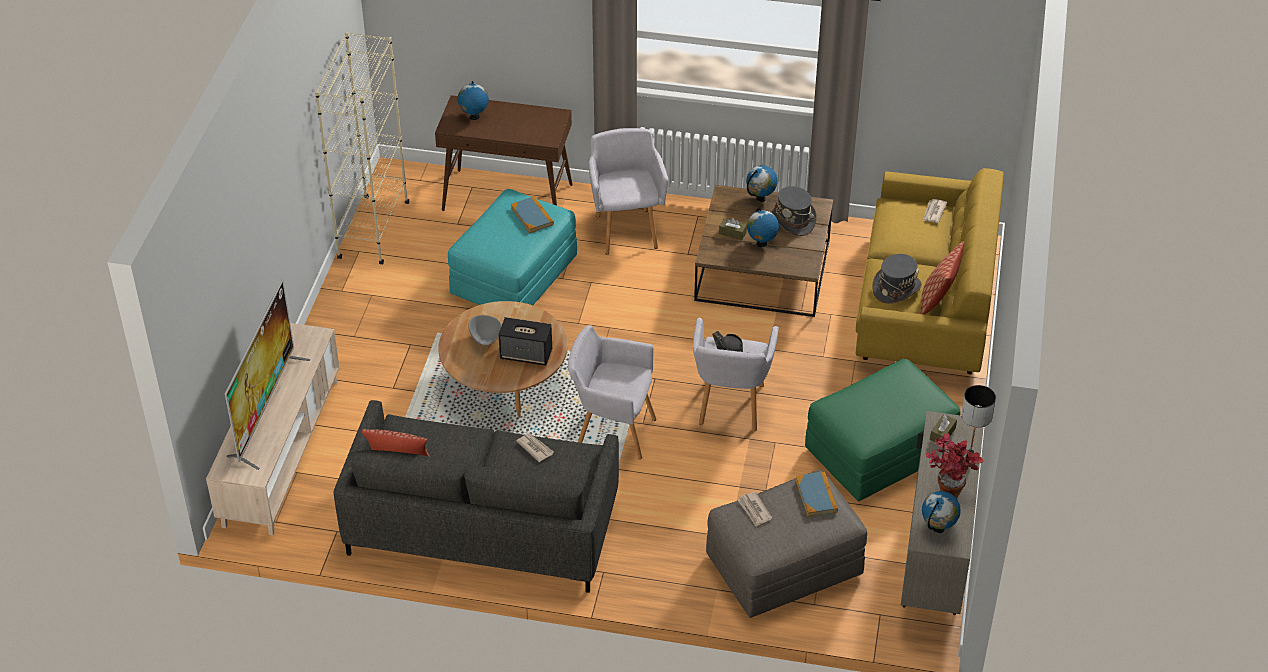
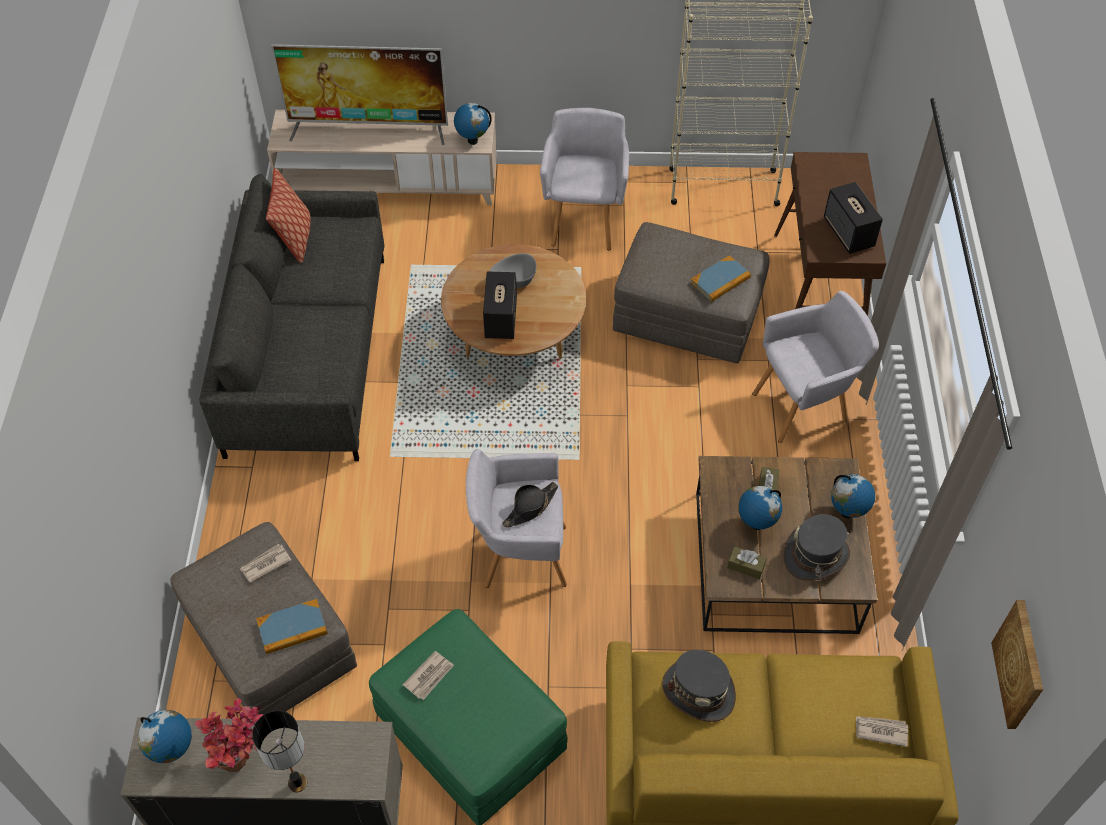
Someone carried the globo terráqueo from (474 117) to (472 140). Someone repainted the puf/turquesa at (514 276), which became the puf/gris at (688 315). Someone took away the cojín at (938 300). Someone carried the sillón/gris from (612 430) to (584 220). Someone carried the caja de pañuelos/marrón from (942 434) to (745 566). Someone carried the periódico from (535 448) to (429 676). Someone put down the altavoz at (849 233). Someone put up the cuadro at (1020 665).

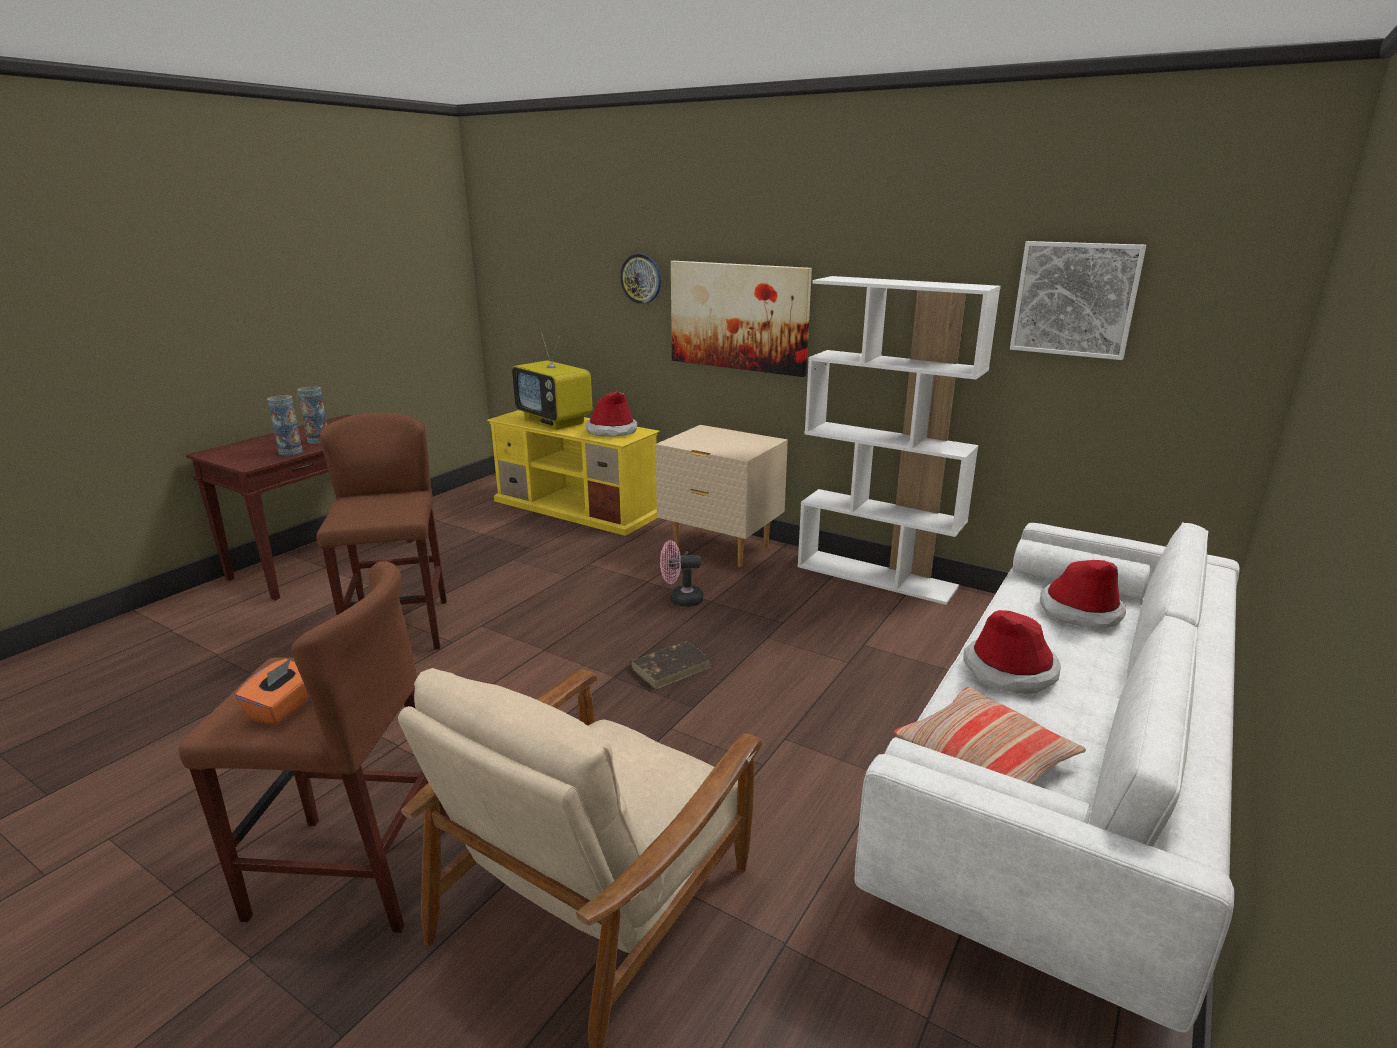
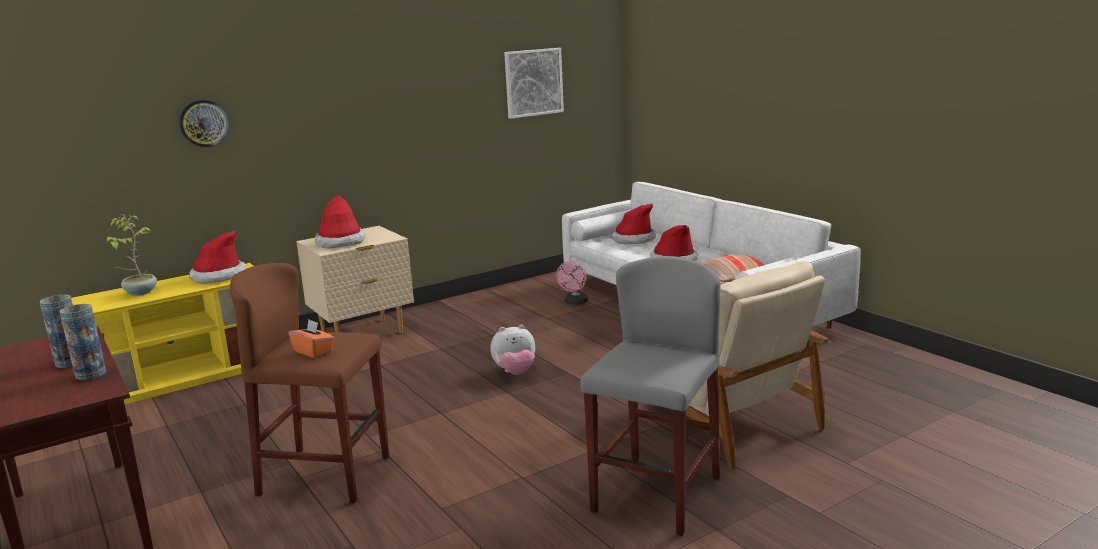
Someone took away the cuadro at (738 317). Someone took away the estantería/blanco at (877 576). Someone swapped the televisor at (555 421) for the planta en maceta at (140 292). Someone carried the ventilador/rosa from (680 600) to (575 303). Someone repainted the taburete/marrón at (352 871), which became the taburete/gris at (656 494). Someone swapped the libro/marrón at (671 667) for the peluche at (515 373). Someone carried the caja de pañuelos/naranja from (284 708) to (313 352). Someone put down the sombrero at (340 242).

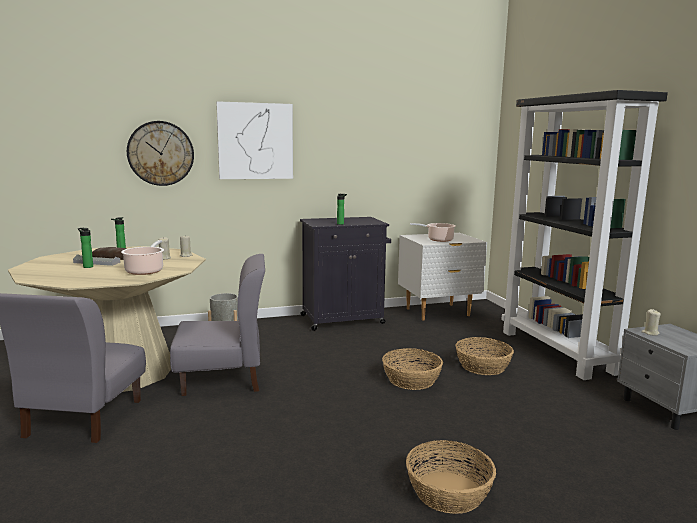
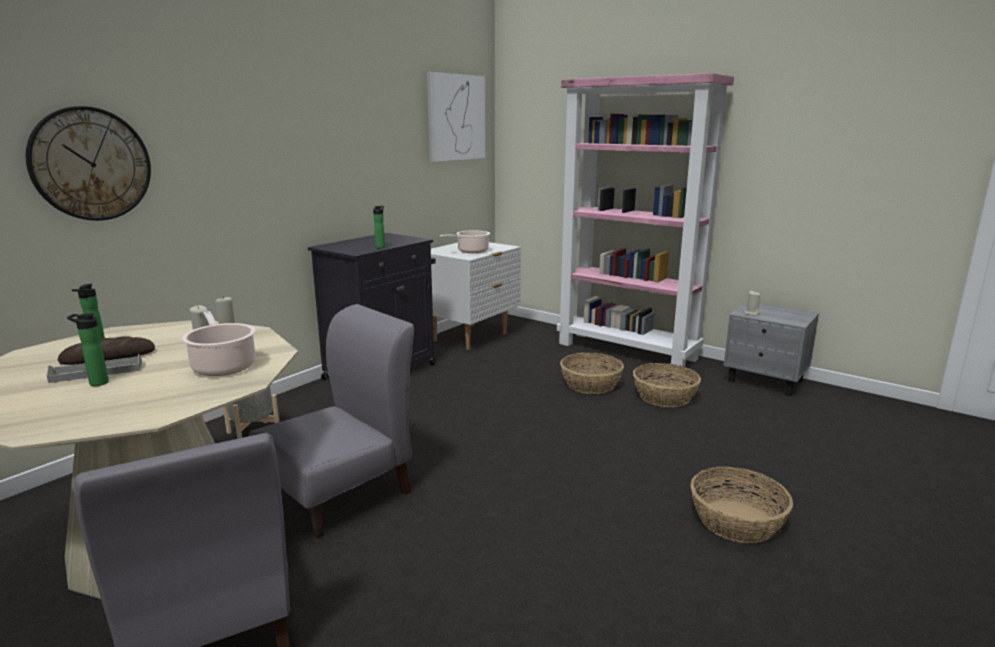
Someone repainted the estantería/negro at (558 352), which became the estantería/rosa at (628 351). Someone carried the cuadro from (255 141) to (456 117). Someone carried the cesta from (411 380) to (664 397).

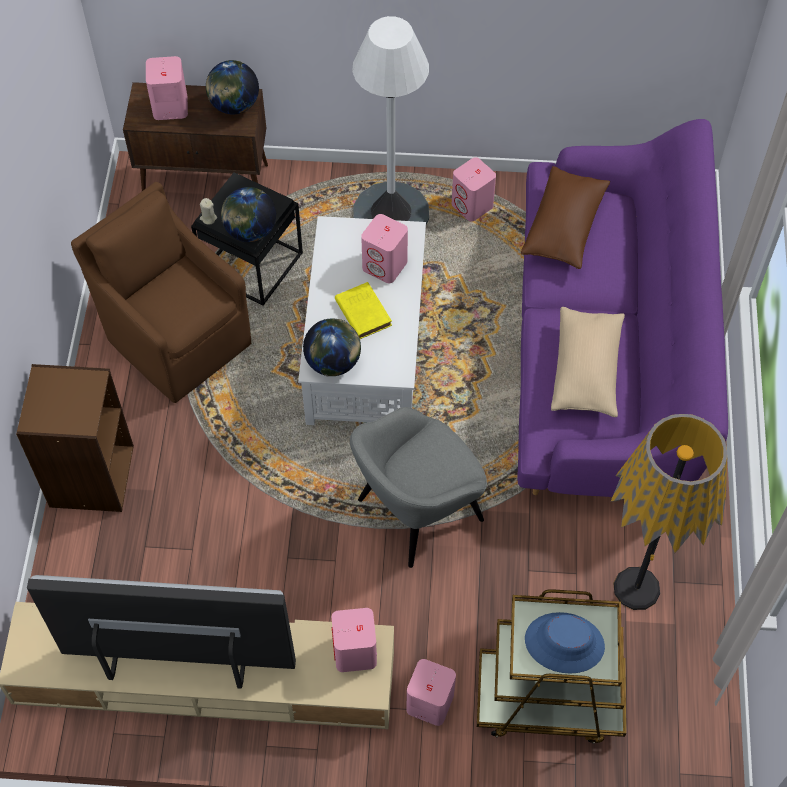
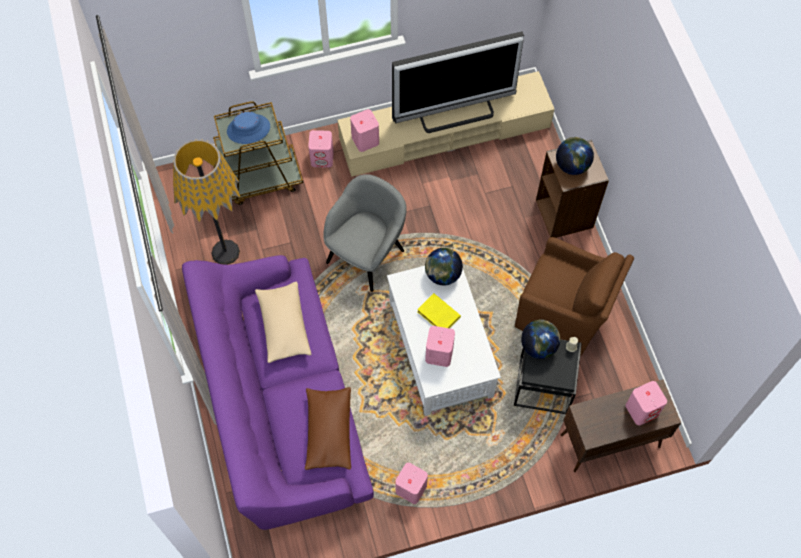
Someone took away the lámpara de pie/blanco at (391 213). Someone carried the globo terráqueo from (234 105) to (572 166).

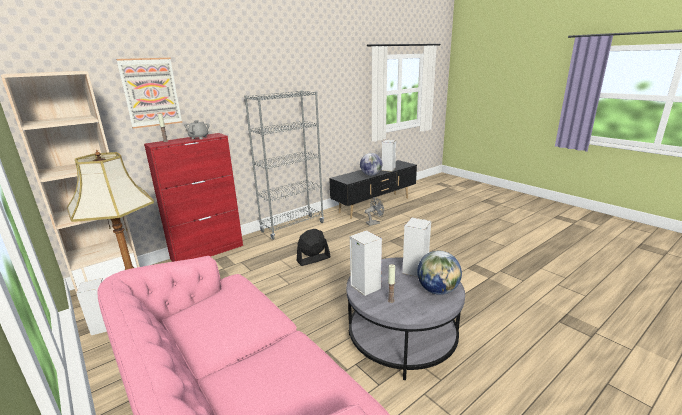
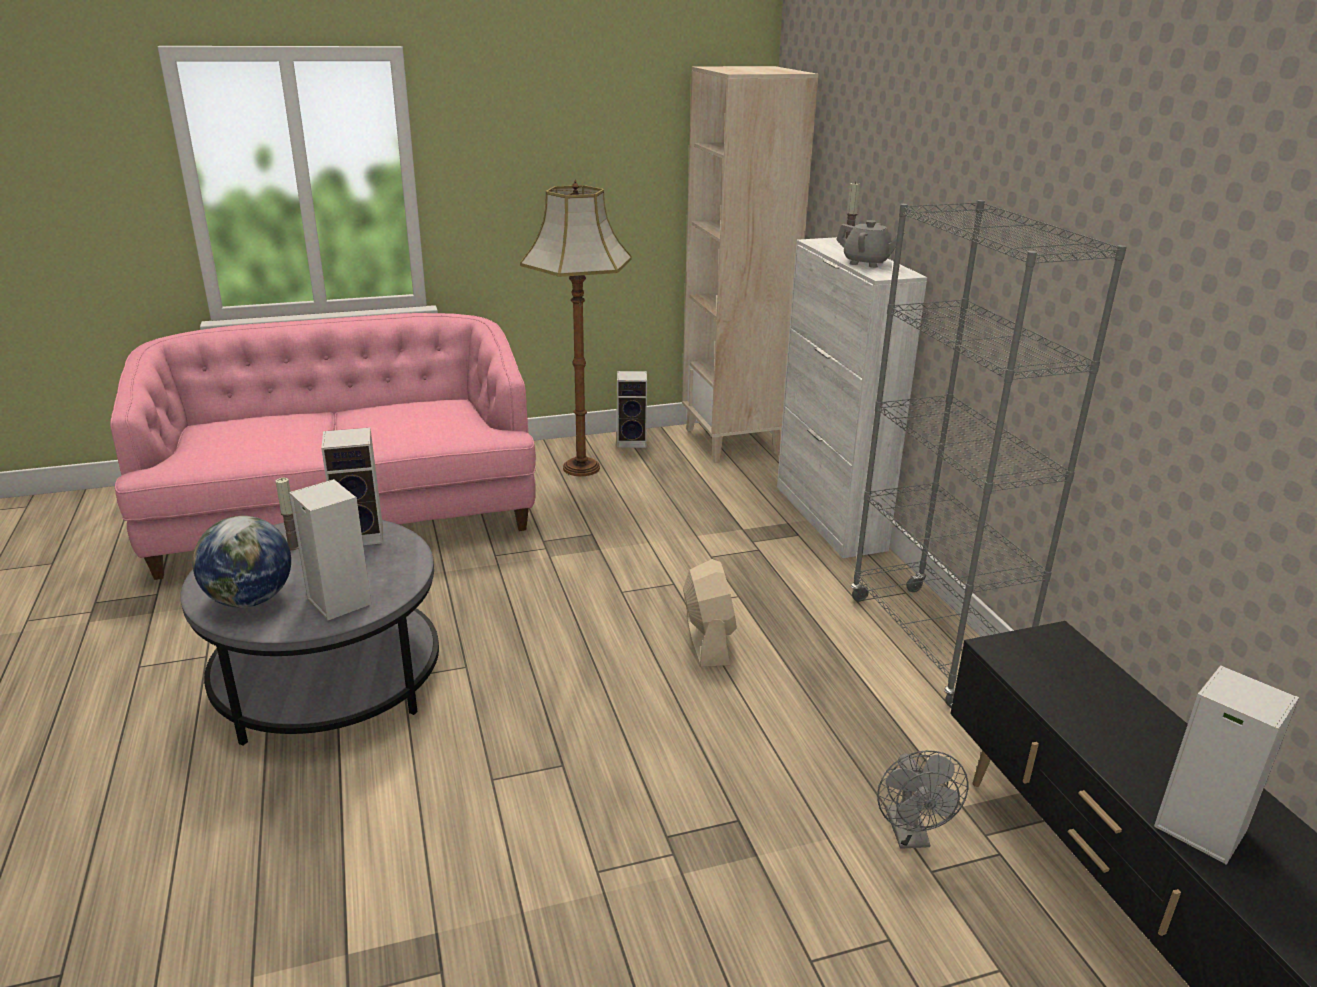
Someone took away the cuadro at (151 92). Someone repainted the armario/rojo at (208 252), which became the armario/blanco at (829 518). Someone took away the globo terráqueo at (371 175). Someone repainted the ventilador/negro at (313 259), which became the ventilador/beis at (707 641).

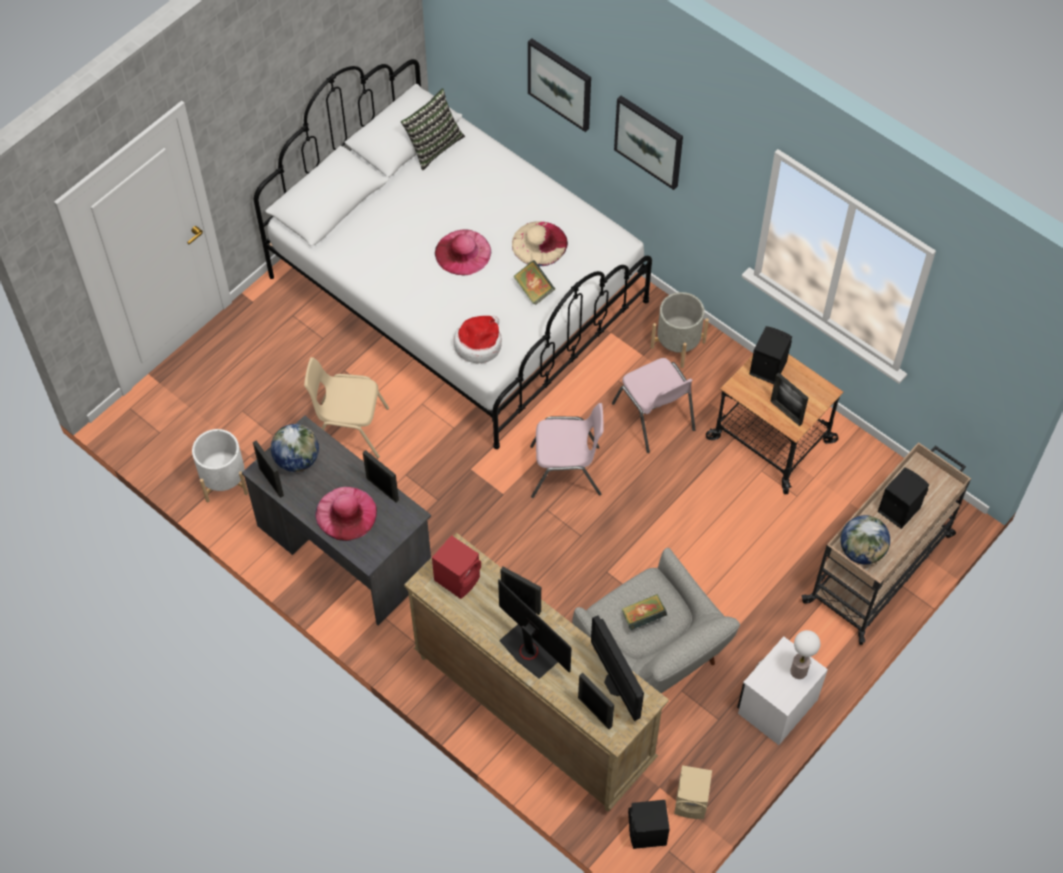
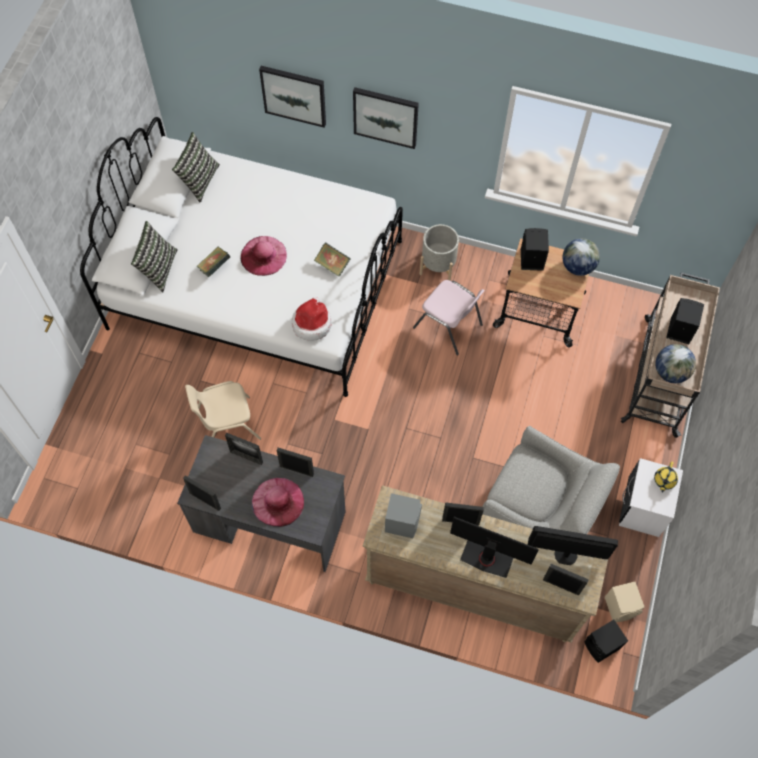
Someone took away the sombrero/beis at (539 243). Someone carried the portarretratos from (786 412) to (246 457). Someone took away the silla/rosa at (566 471). Someone carried the globo terráqueo from (297 459) to (577 266). Someone took away the maceta/blanco at (224 480). Someone repainted the altavoz/rojo at (458 578), which became the altavoz/gris at (402 522). Someone carried the libro from (643 617) to (214 267). Someone rotated the monitor at (617 683) by 150 degrees clockwise. Someone swapped the lámpara de mesa at (798 671) for the tetera/amarillo at (664 480). Someone put down the cojín at (158 268).

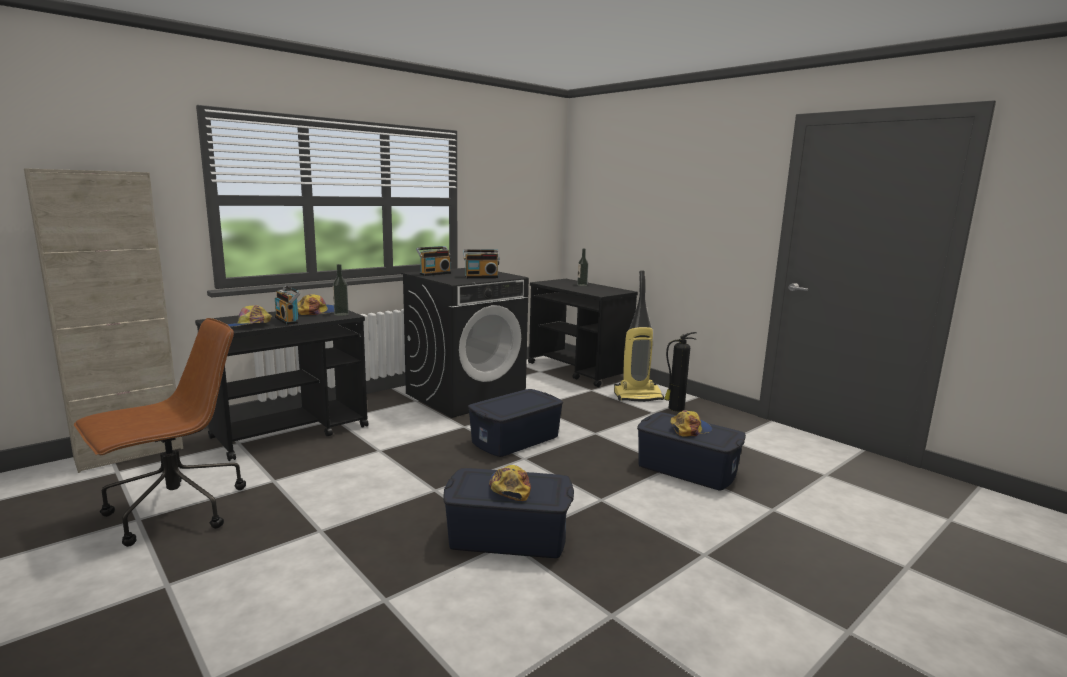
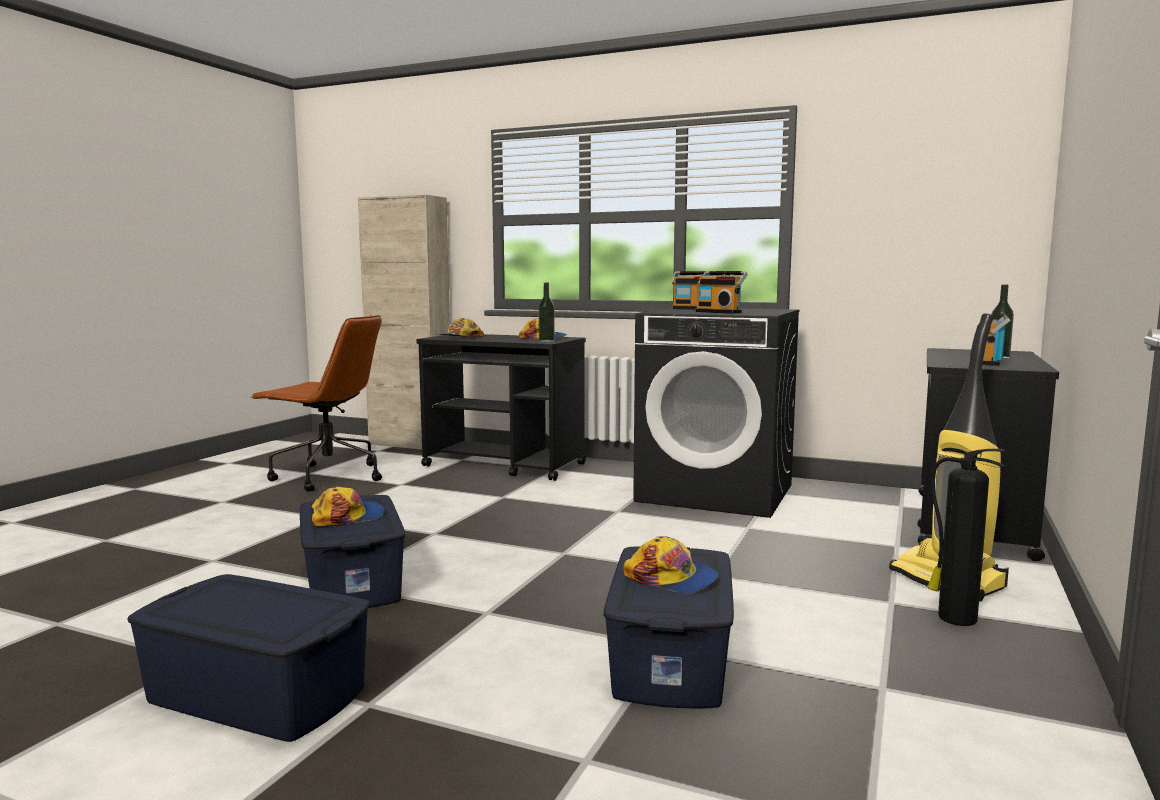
Someone carried the radio from (288 320) to (993 362). Someone carried the caja de almacenaje/azul from (516 439) to (256 695).

